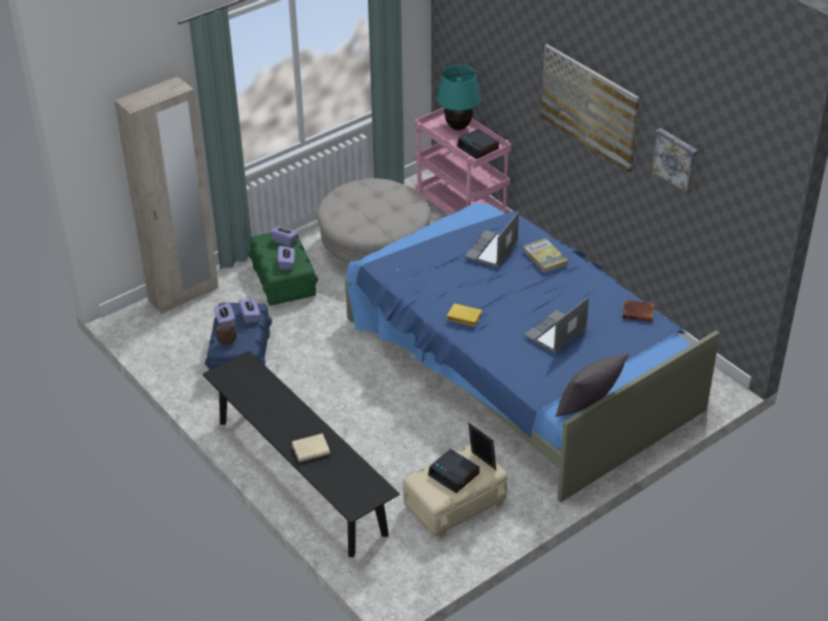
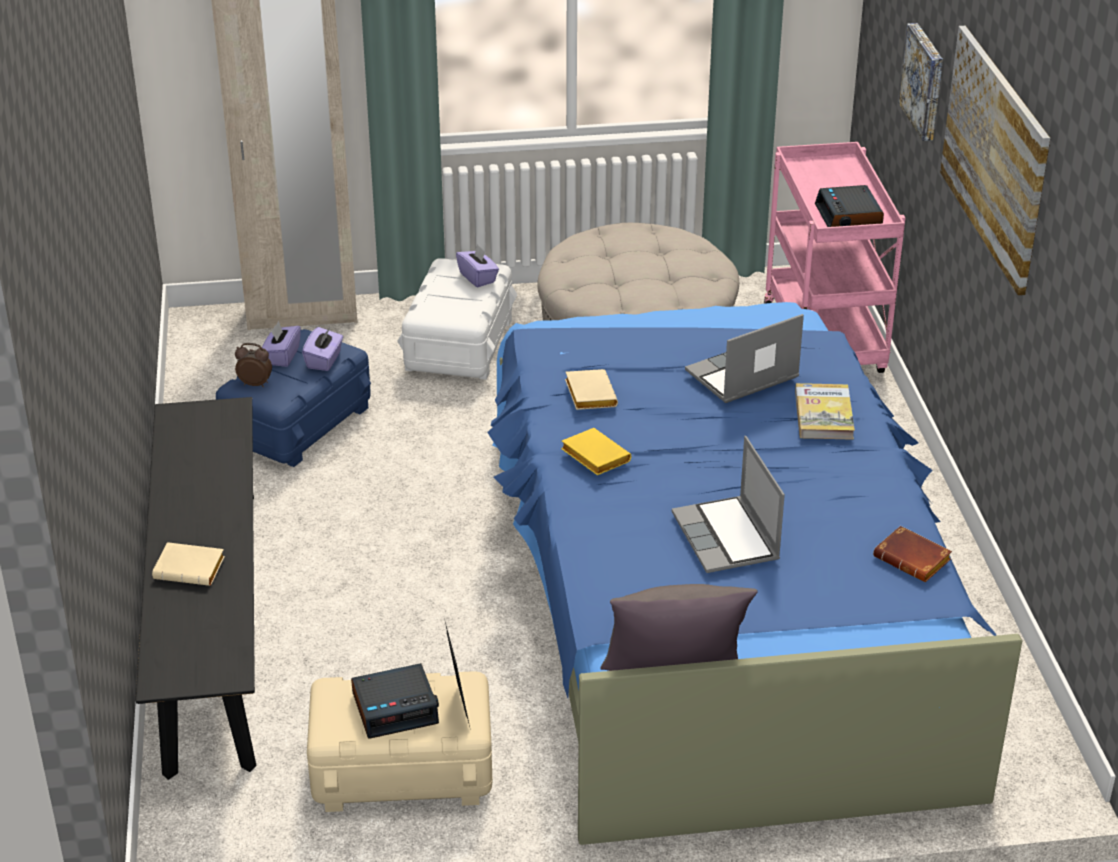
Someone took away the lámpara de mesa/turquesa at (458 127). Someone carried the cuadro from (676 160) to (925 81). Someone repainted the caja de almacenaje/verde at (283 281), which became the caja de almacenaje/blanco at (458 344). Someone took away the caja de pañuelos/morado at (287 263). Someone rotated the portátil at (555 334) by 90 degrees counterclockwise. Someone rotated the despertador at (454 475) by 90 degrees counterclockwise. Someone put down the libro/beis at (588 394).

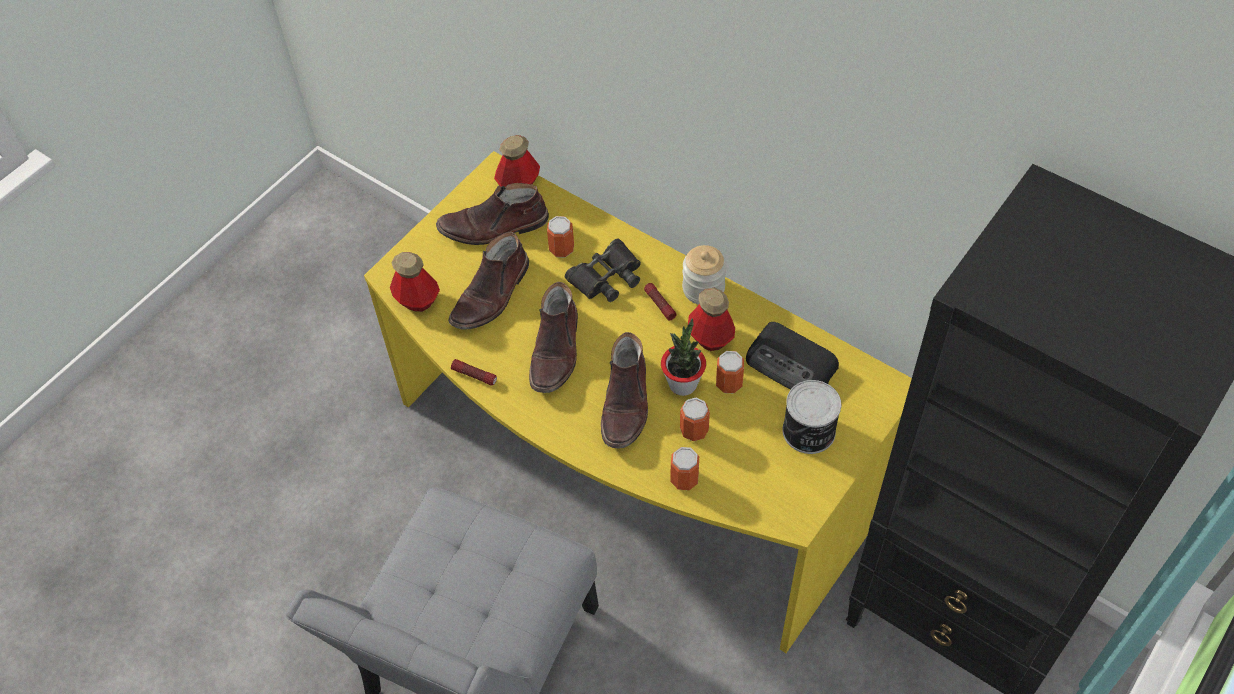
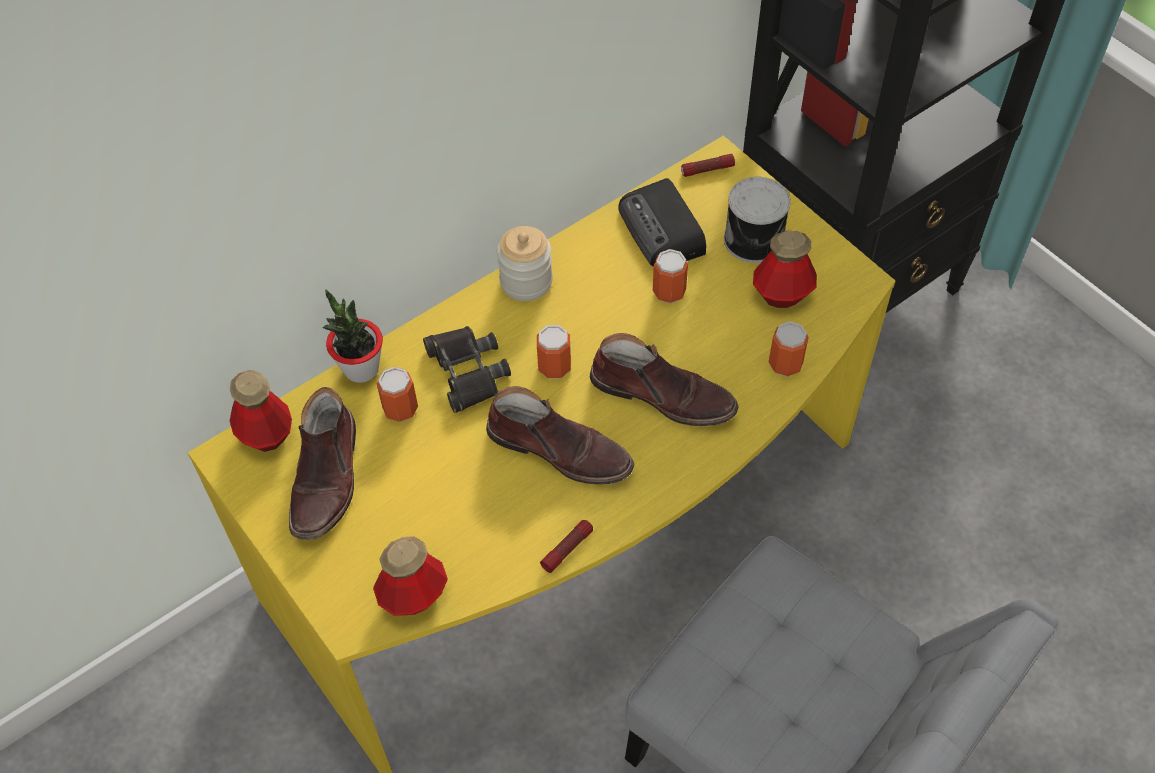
Someone took away the bota/marrón at (492 295). Someone carried the linterna from (659 304) to (707 170). Someone carried the botella from (710 338) to (782 294). Someone carried the planta en maceta from (683 384) to (361 369). Someone rotated the radio at (792 365) by 105 degrees clockwise. Someone carried the lata from (694 430) to (554 367).

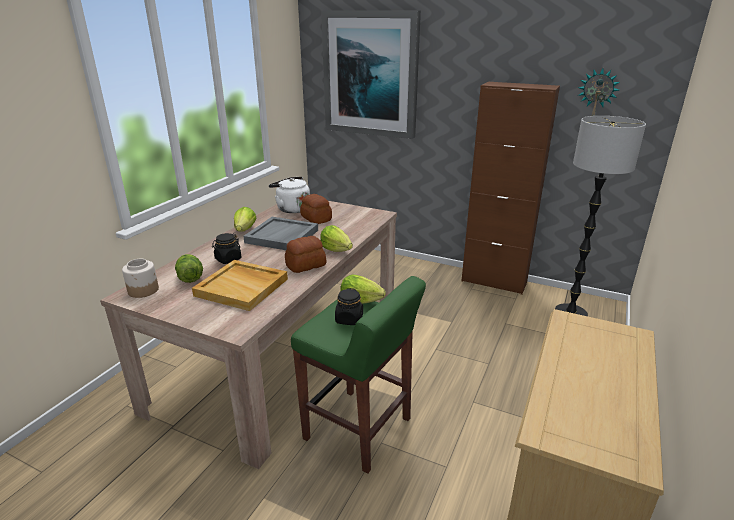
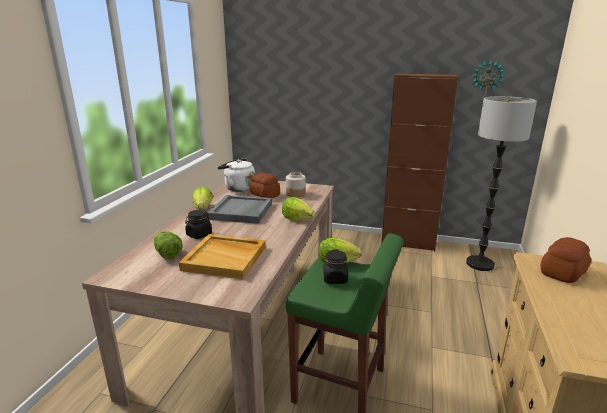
Someone took away the cuadro at (371 74). Someone carried the pan from (305 265) to (562 272). Someone carried the tarro from (144 290) to (295 194).

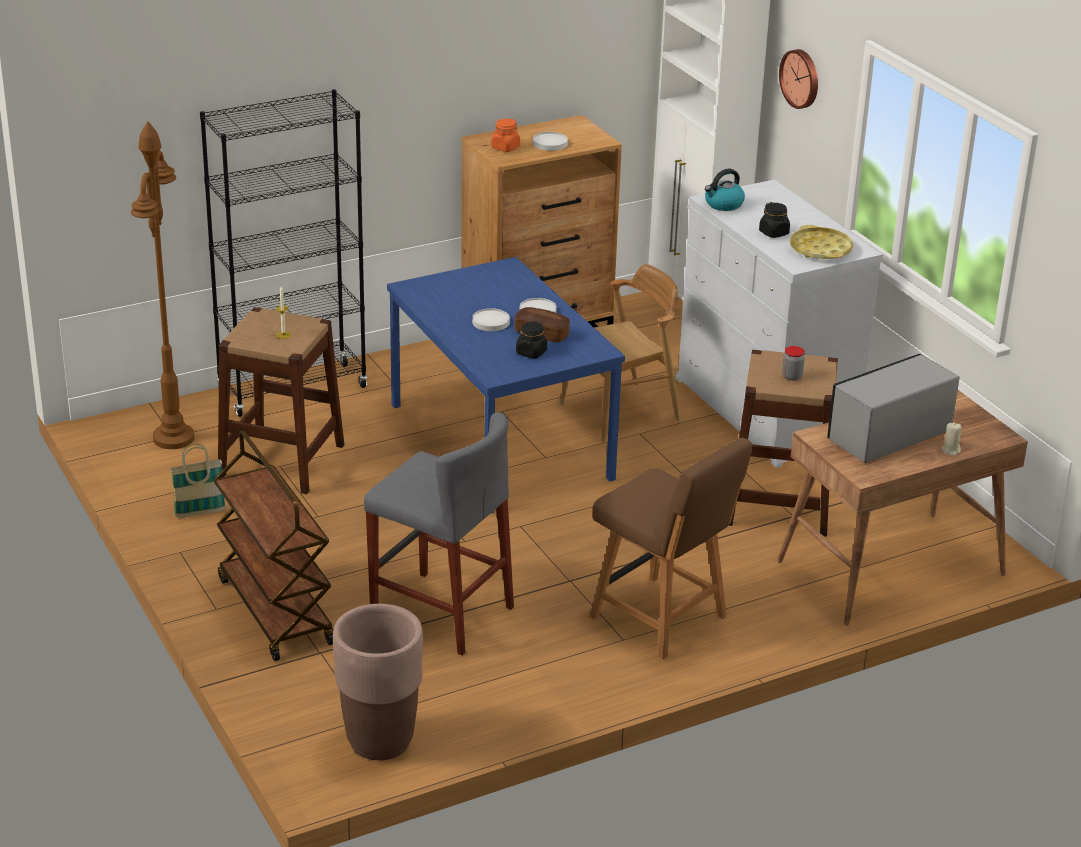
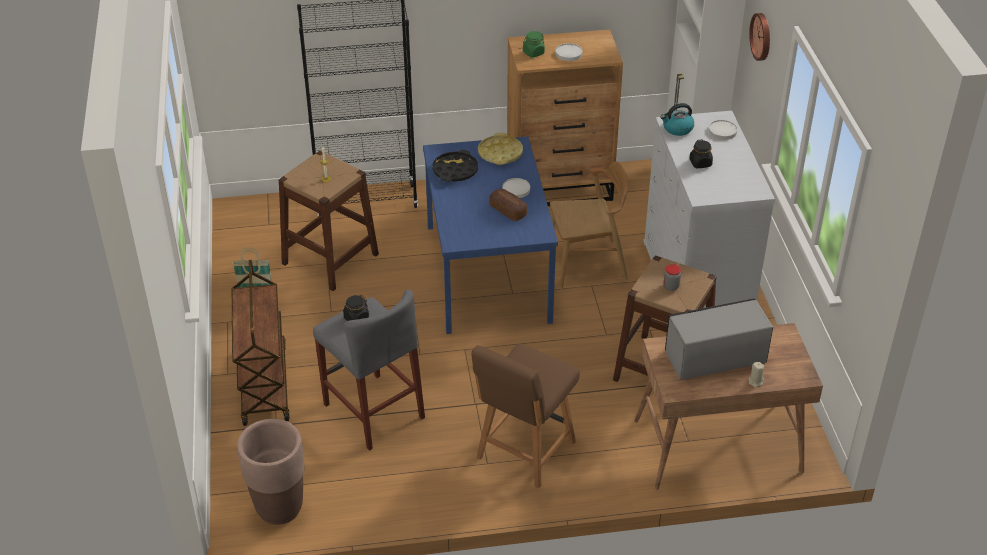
Someone repainted the tarro/naranja at (505 148), which became the tarro/verde at (533 53). Someone took away the lámpara de pie/marrón at (173 438). Someone carried the bandeja/amarillo from (820 249) to (500 153). Someone carried the plato/blanco from (491 322) to (722 131). Someone carried the tarro/negro from (531 353) to (356 318). Someone rotated the silla/marrón at (662 619) by 60 degrees clockwise. Someone put down the bandeja/negro at (455 170).

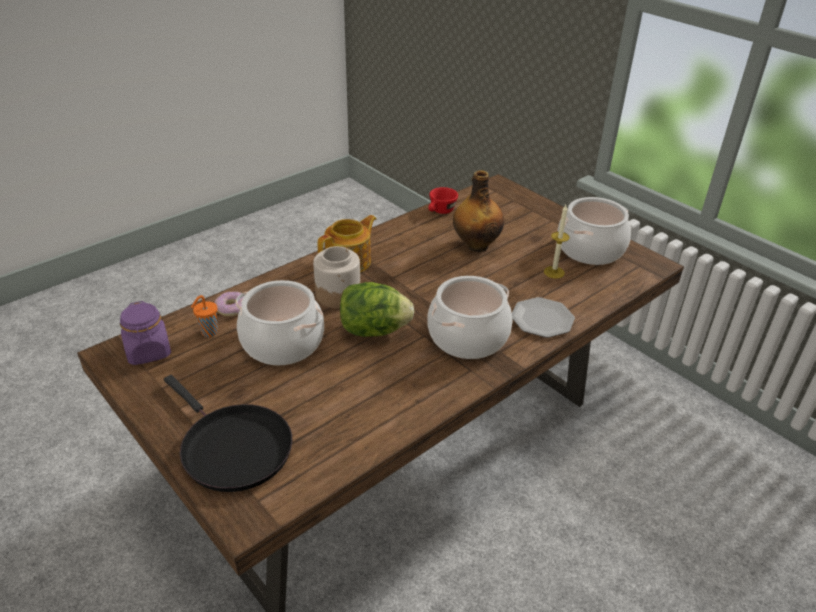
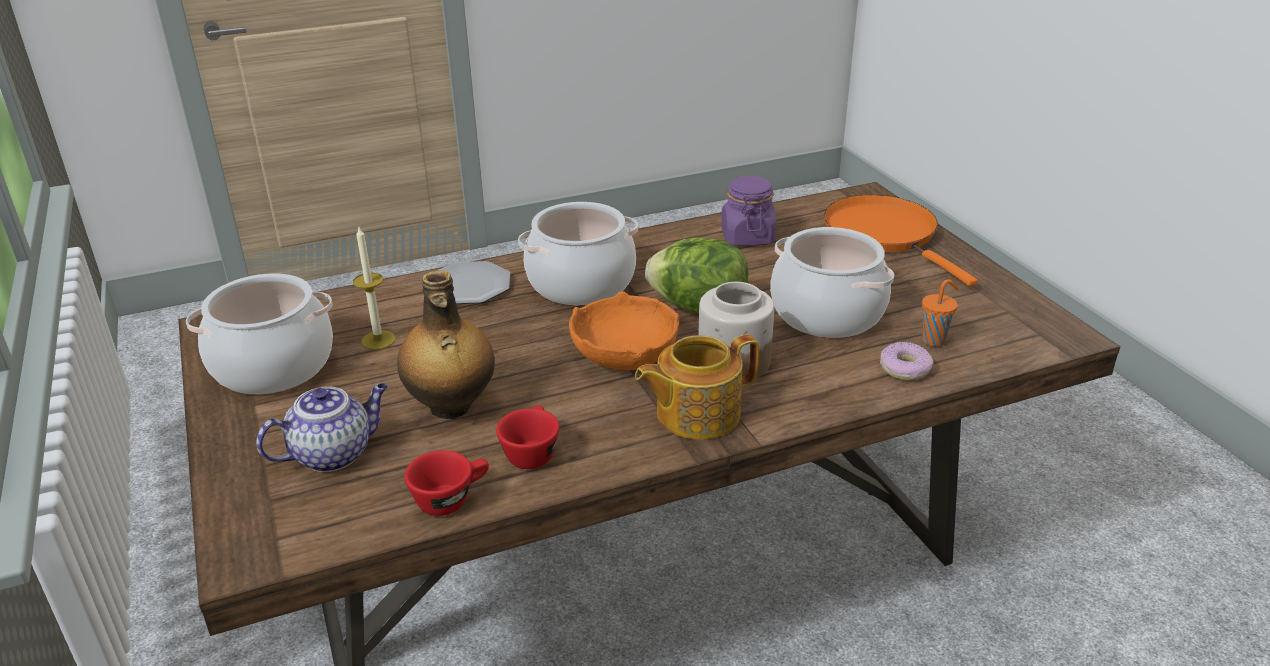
Someone carried the tarro/morado from (149 351) to (747 237). Someone repainted the sartén/negro at (232 448), which became the sartén/naranja at (885 234). Someone put down the cuenco/naranja at (626 356). Someone put down the tetera at (334 453). Someone put down the taza/rojo at (531 452).

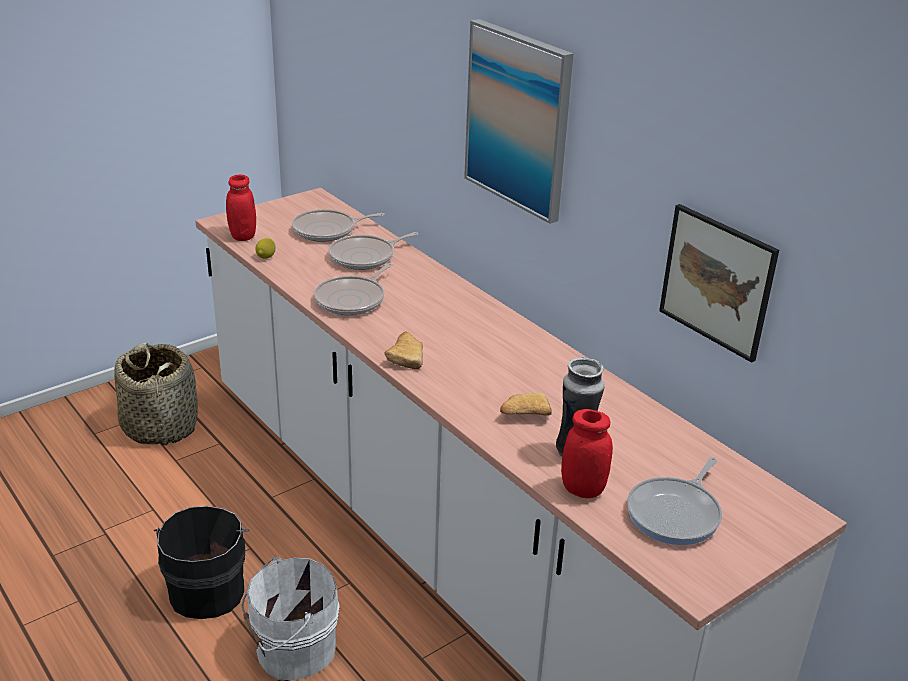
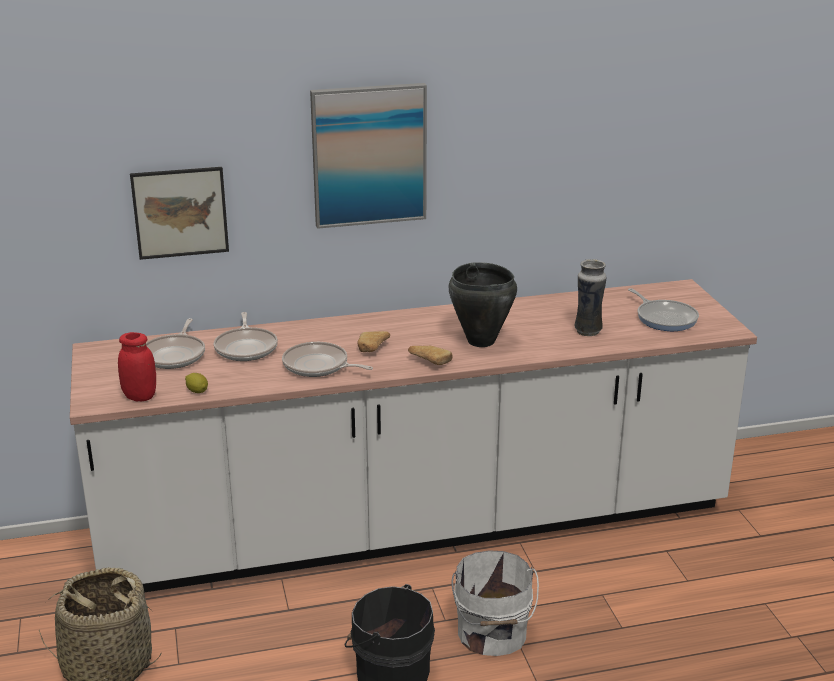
Someone carried the cuadro from (717 281) to (180 212). Someone rotated the sartén at (352 299) by 150 degrees clockwise. Someone carried the pan from (523 414) to (371 350). Someone took away the tarro/rojo at (582 489). Someone put down the olla/negro at (480 341).

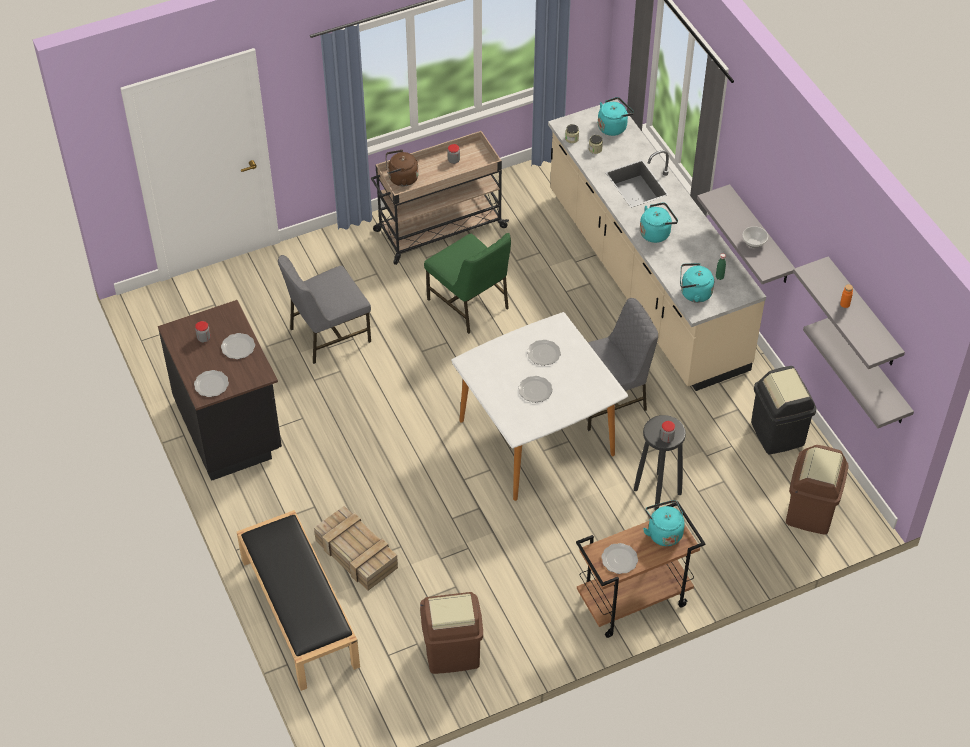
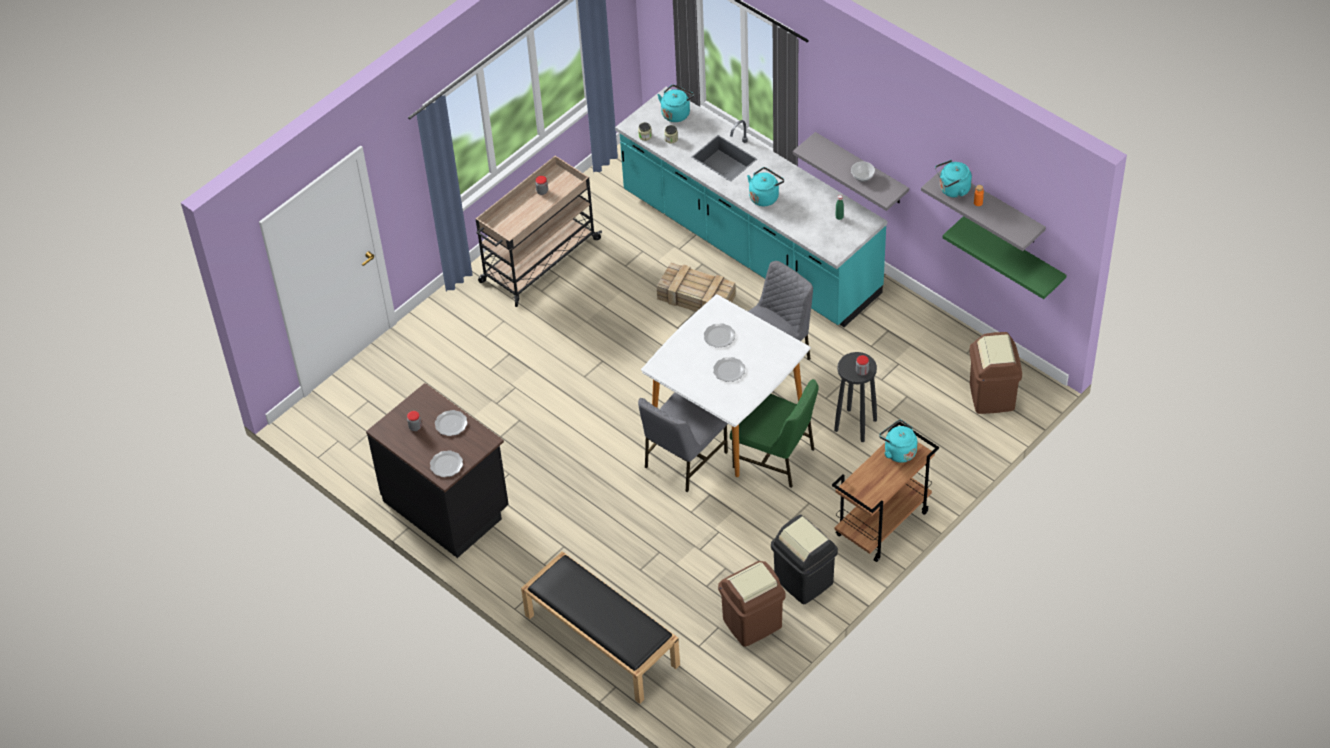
Someone repainted the mueble bajo de cocina/beis at (644 280), which became the mueble bajo de cocina/turquesa at (749 244). Someone took away the hervidor/marrón at (401 179). Someone carried the silla/verde from (469 304) to (775 458). Someone carried the silla/gris from (328 334) to (683 460). Someone carried the hervidor/turquesa from (693 293) to (952 190). Someone repainted the estante/gris at (872 372), which became the estante/verde at (1014 254). Someone carried the papelera/negro from (778 433) to (804 580). Someone carried the caja de embalaje from (355 553) to (695 297). Someone took away the plato at (619 559).

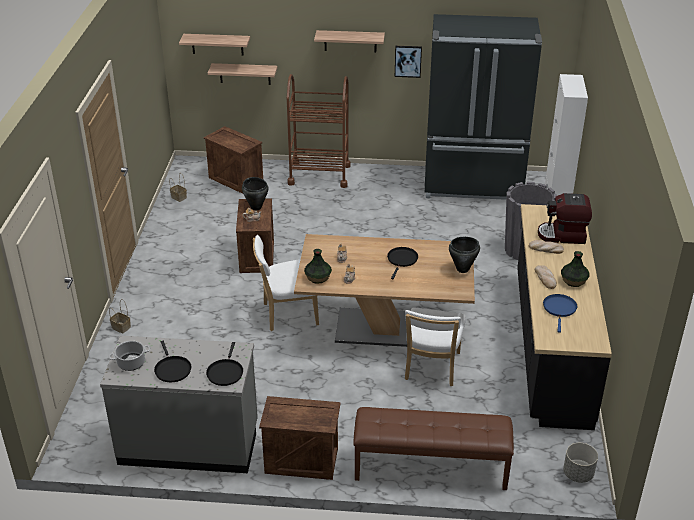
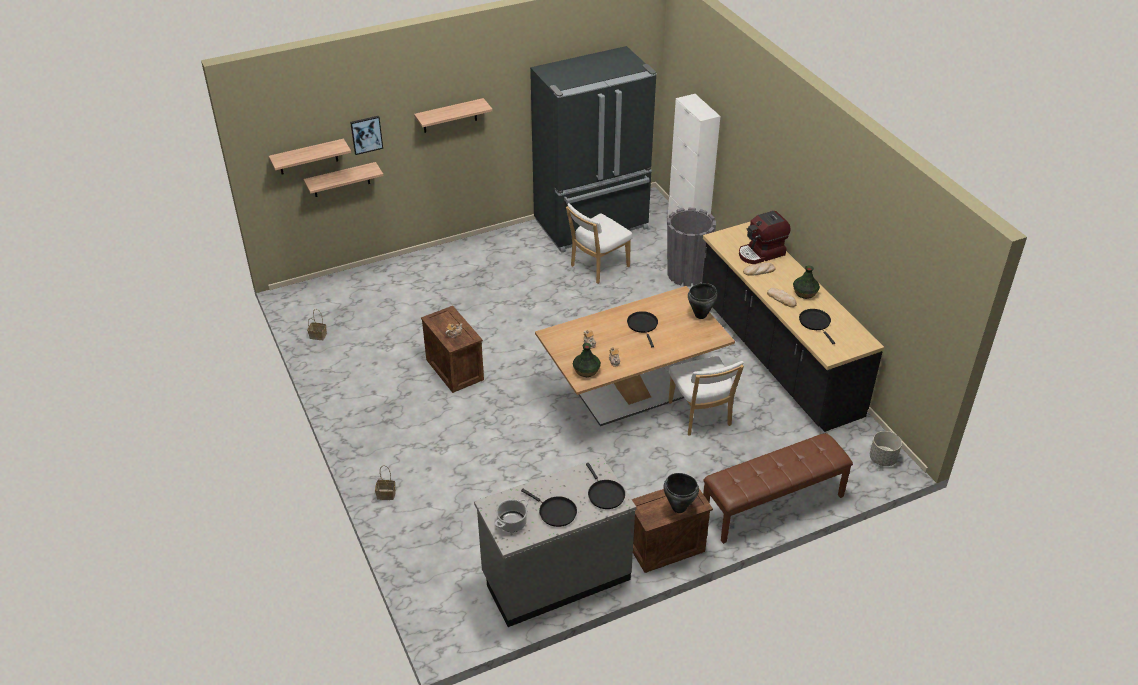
Someone carried the cuadro from (408 61) to (366 134). Someone took away the carrito/marrón at (319 175). Someone took away the caja de embalaje at (236 179). Someone carried the olla/negro from (256 207) to (678 507). Someone carried the silla/blanco from (287 314) to (597 267). Someone repainted the sartén/azul at (559 309), which became the sartén/negro at (815 323).

